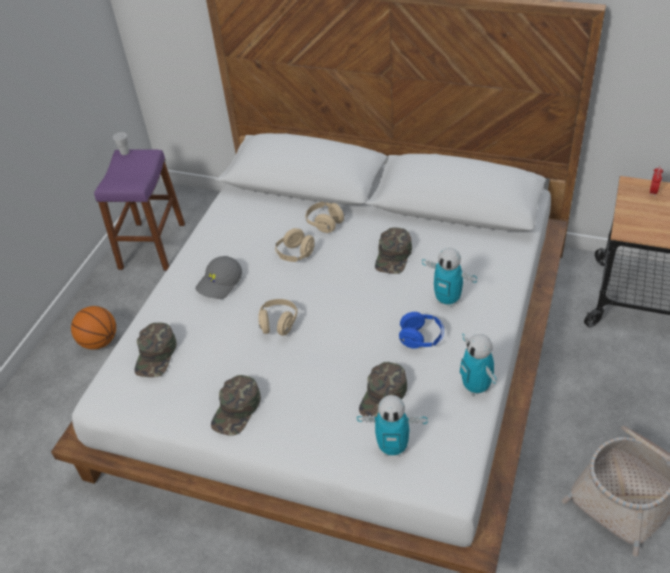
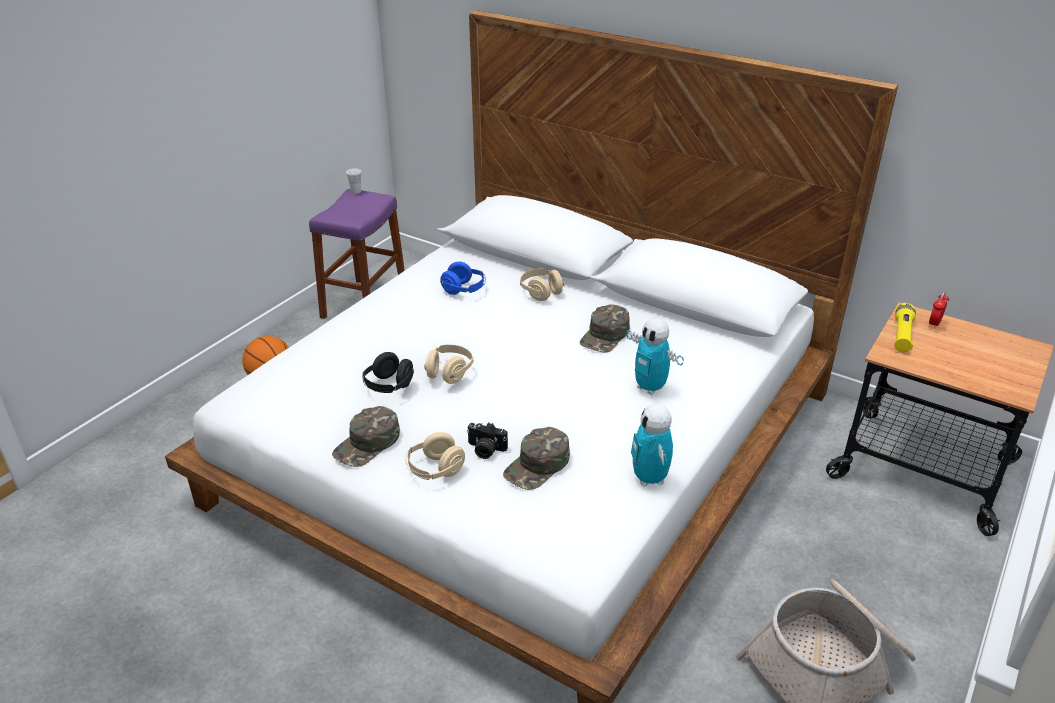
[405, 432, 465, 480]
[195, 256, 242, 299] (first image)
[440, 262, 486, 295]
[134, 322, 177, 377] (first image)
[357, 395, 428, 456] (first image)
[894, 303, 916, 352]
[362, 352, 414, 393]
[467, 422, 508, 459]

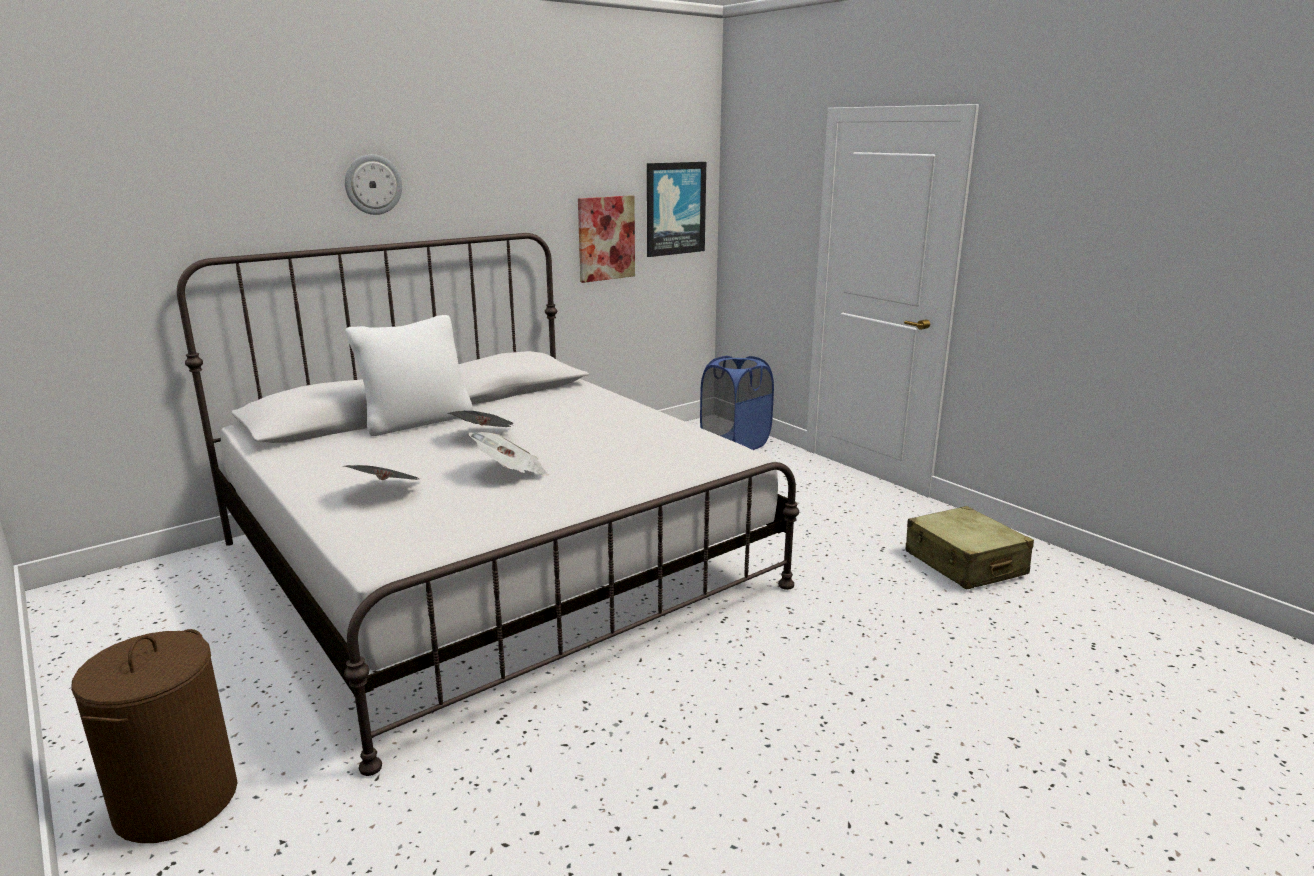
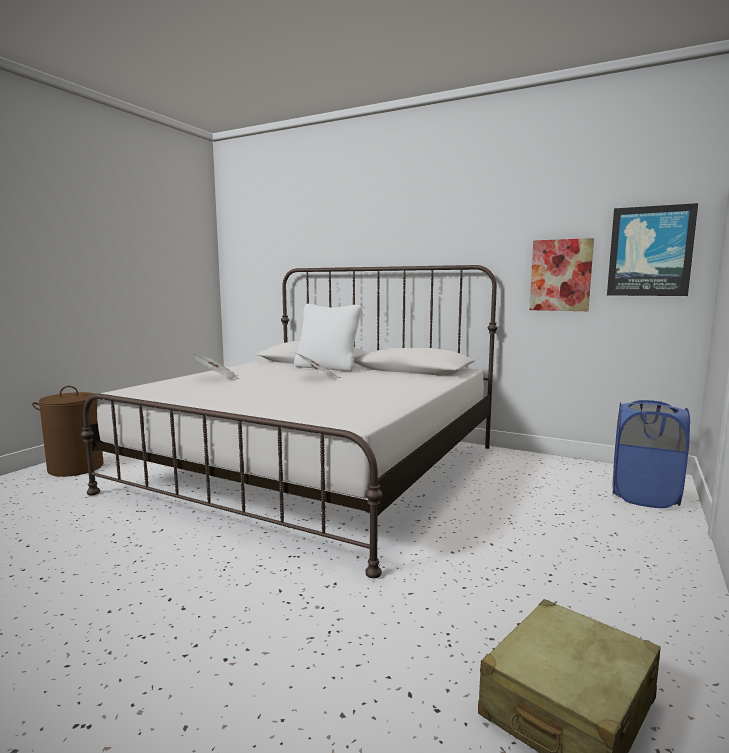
[345, 154, 402, 215] (first image)
[468, 432, 548, 476] (first image)

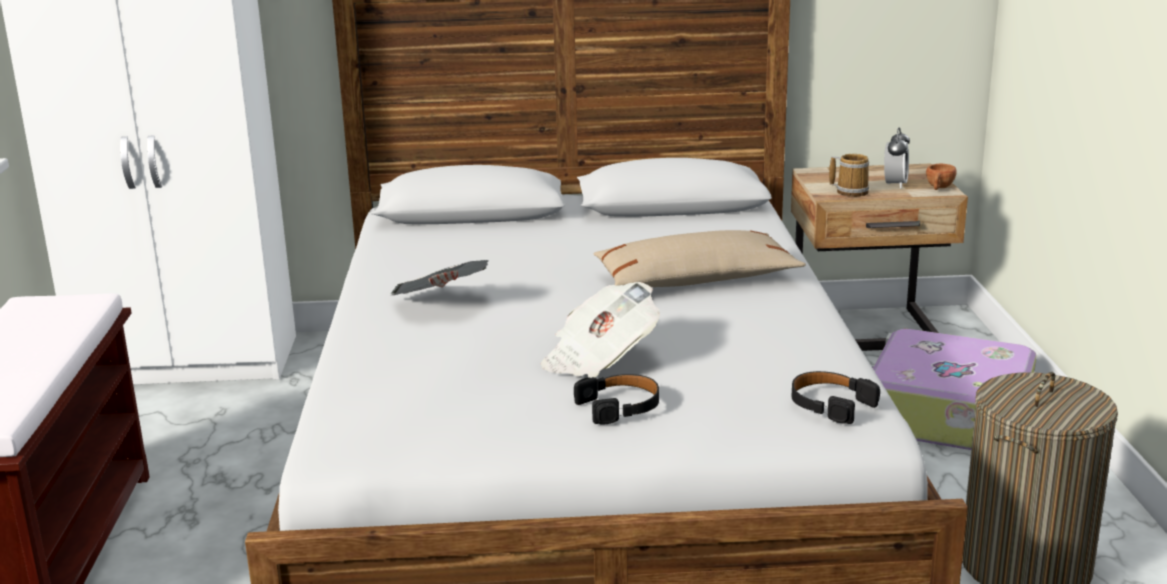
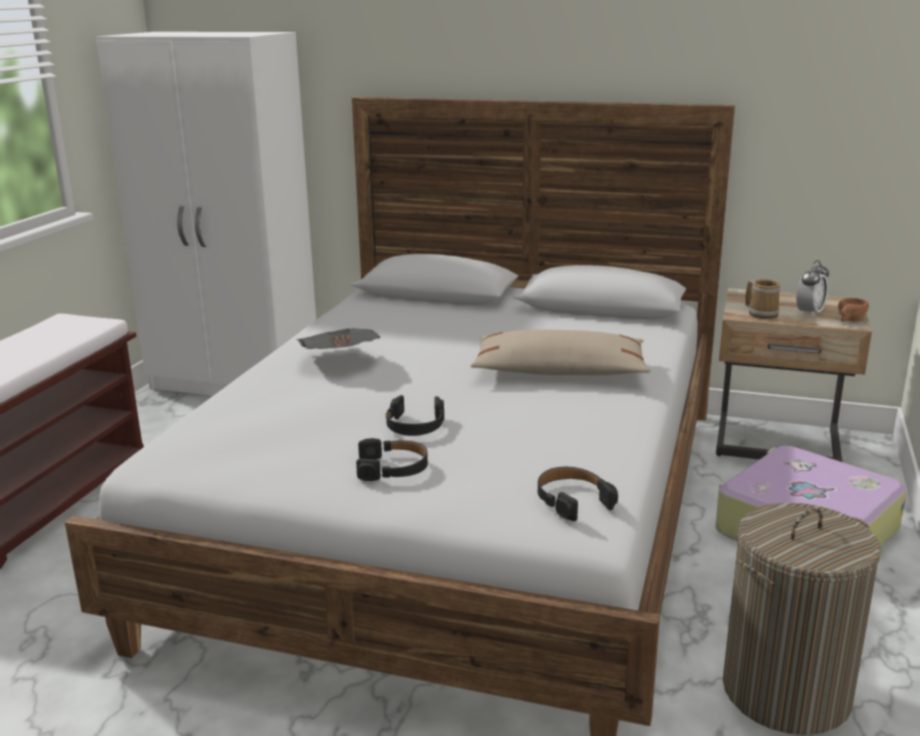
[386, 395, 444, 436]

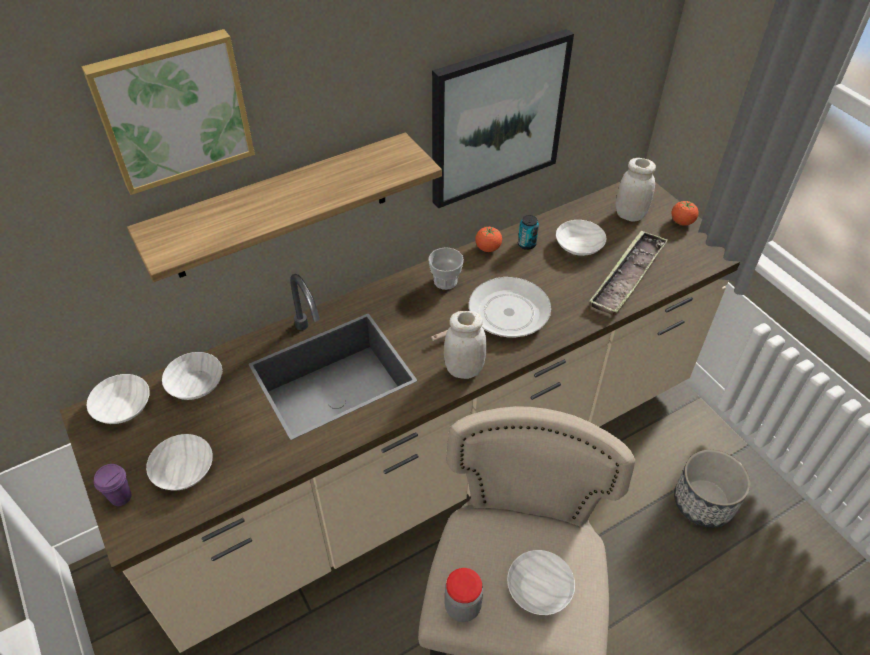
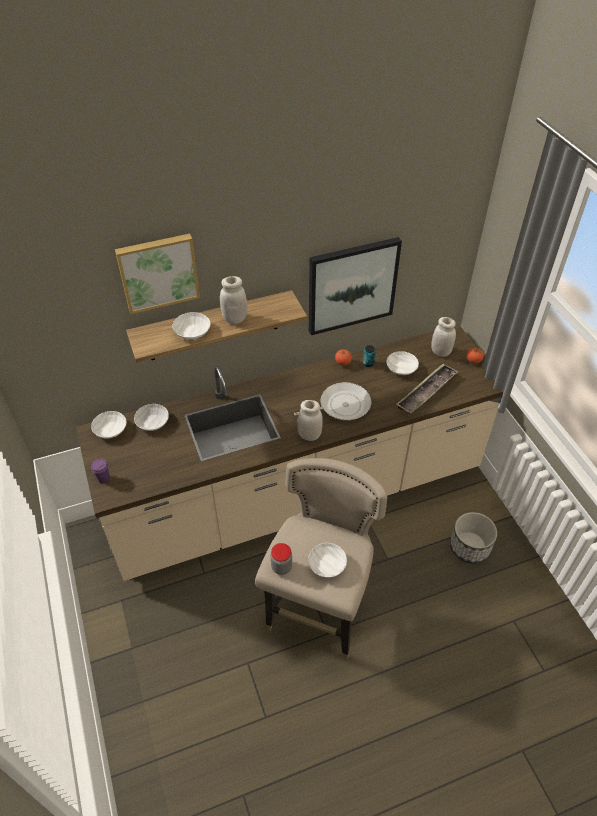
[428, 247, 464, 290] (first image)
[172, 312, 211, 339]
[220, 276, 247, 324]

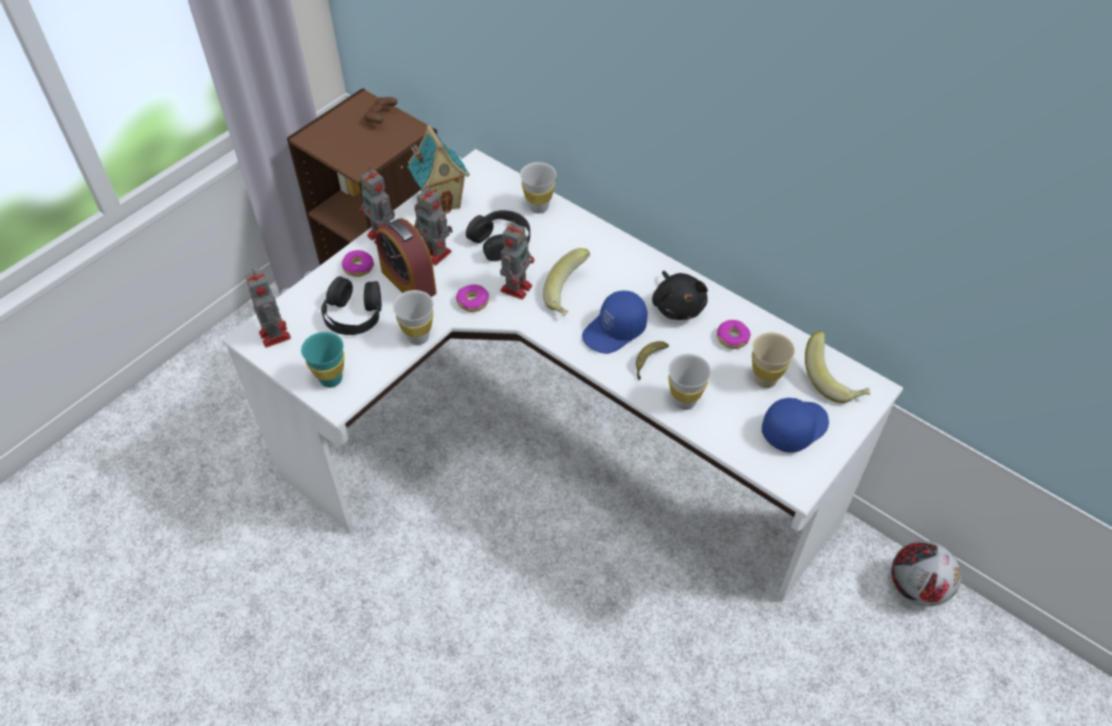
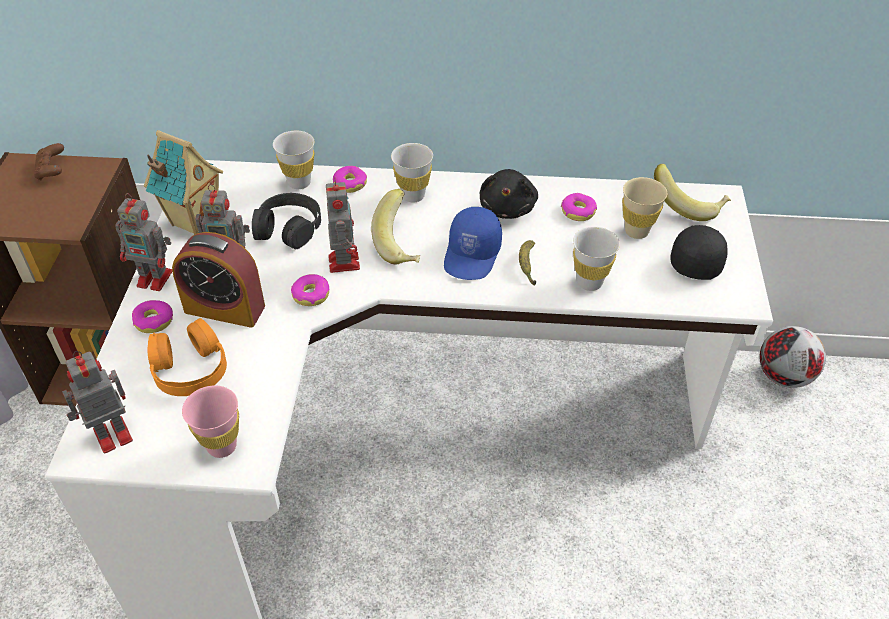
[62, 351, 133, 454]
[480, 169, 538, 219]
[148, 318, 227, 396]
[391, 143, 433, 202]
[182, 386, 239, 458]
[670, 225, 728, 280]
[333, 166, 367, 193]

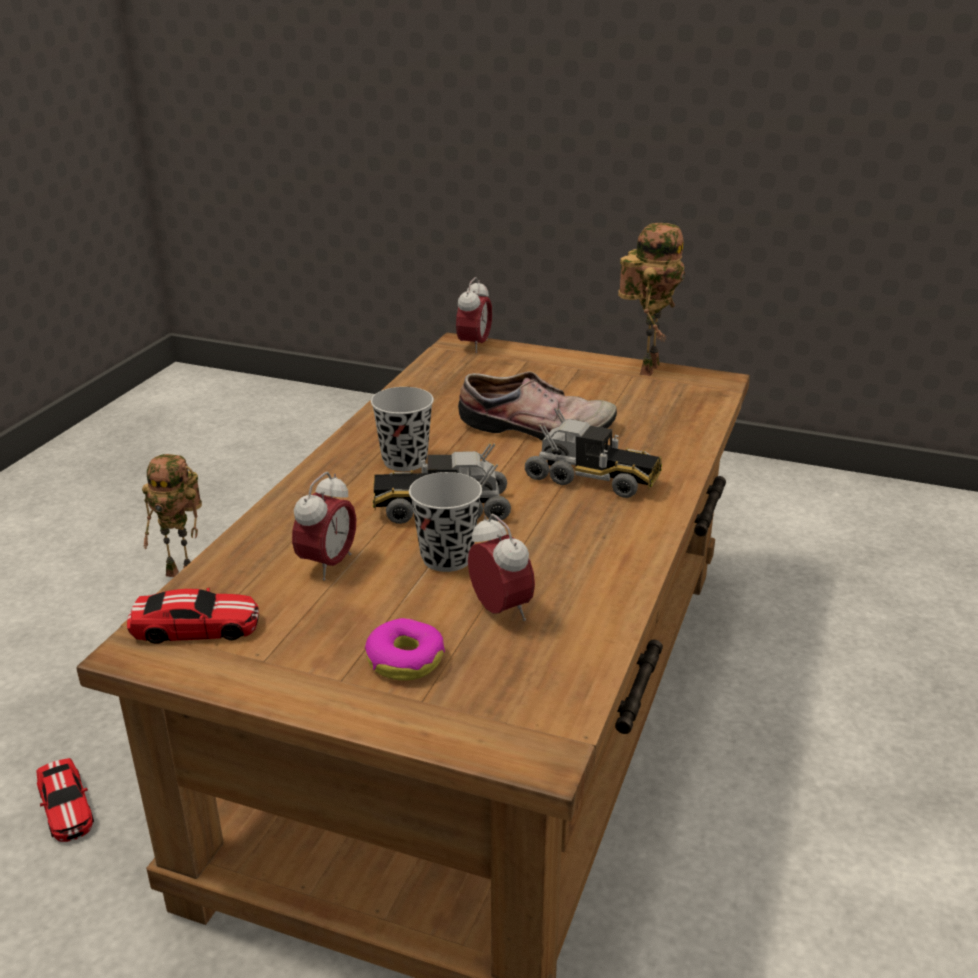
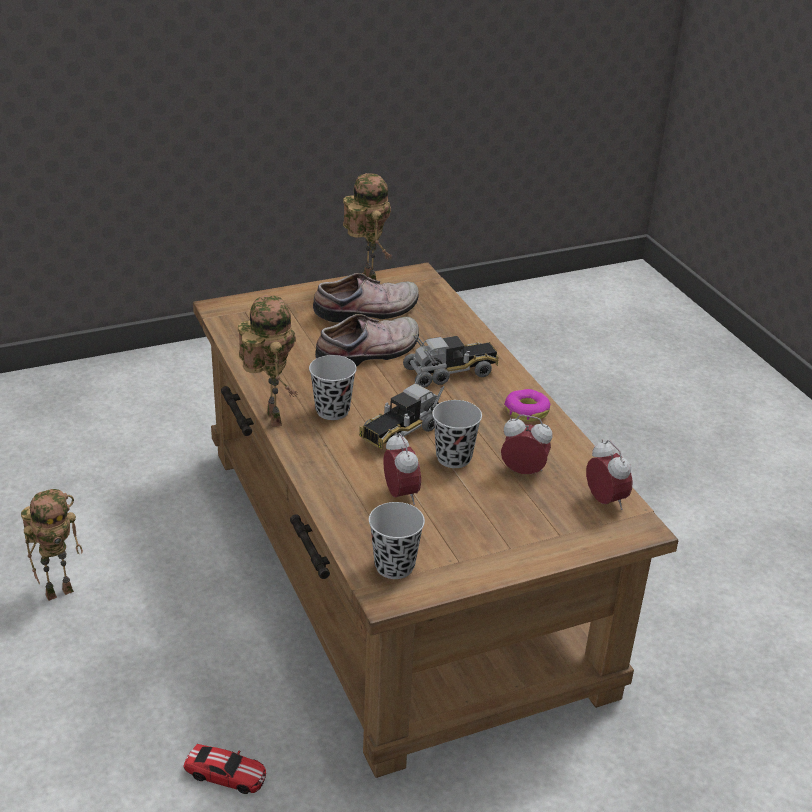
[586, 440, 632, 510]
[369, 502, 425, 579]
[504, 389, 550, 422]
[313, 273, 419, 323]
[238, 295, 298, 427]

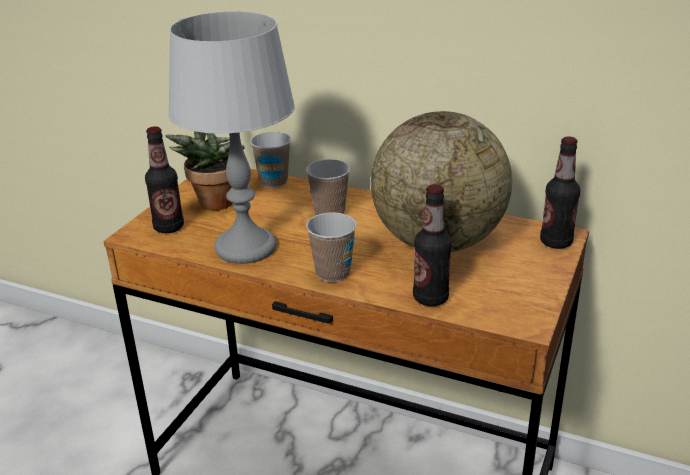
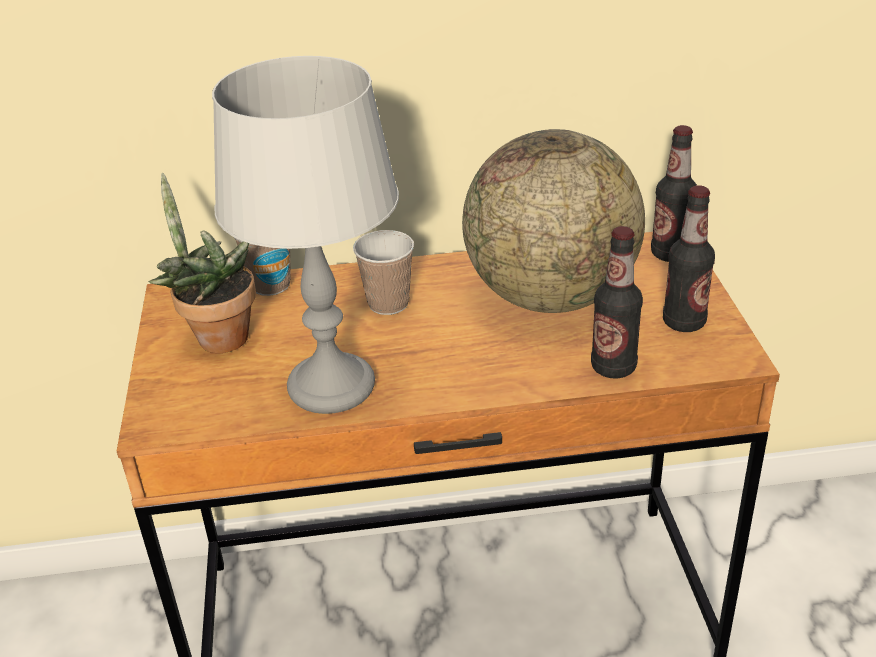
[663, 185, 715, 332]
[306, 212, 357, 282] (first image)

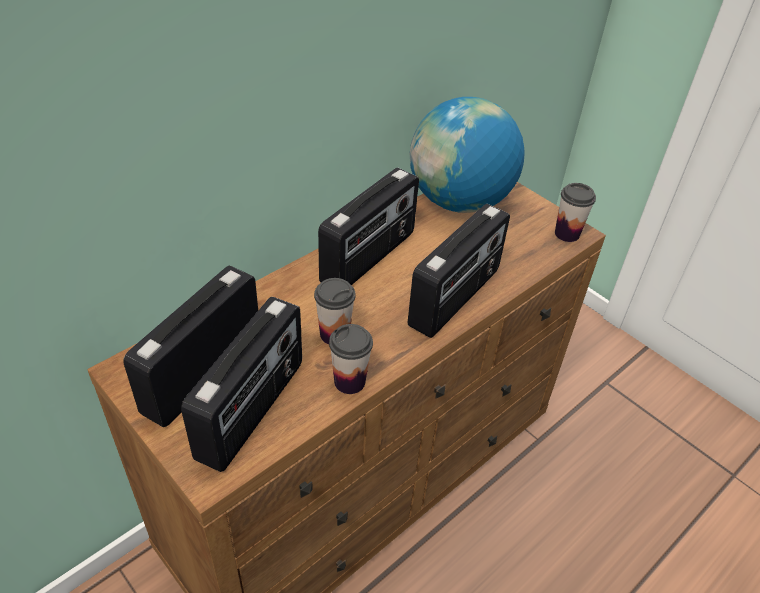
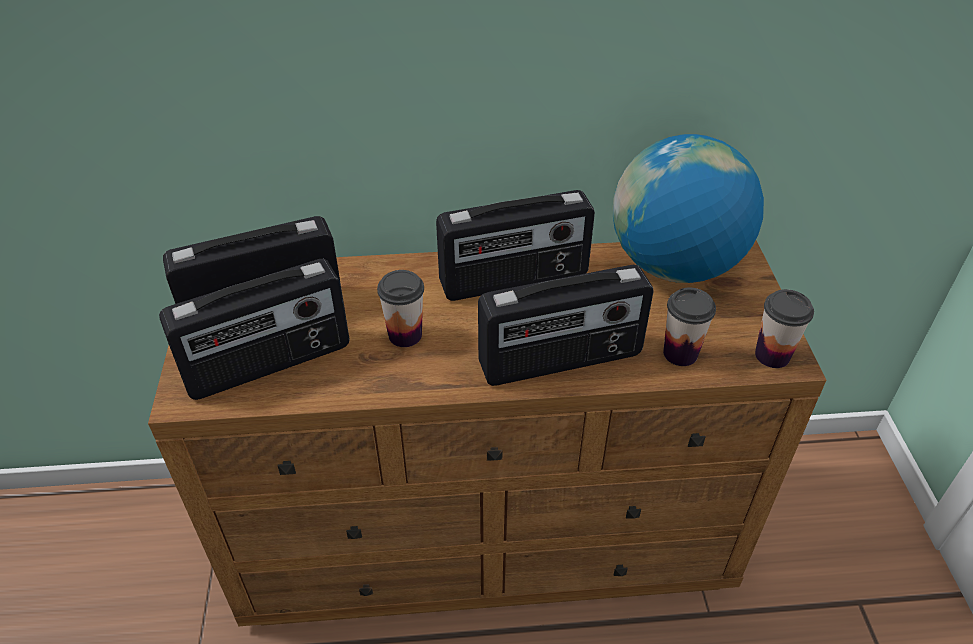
[663, 287, 716, 366]

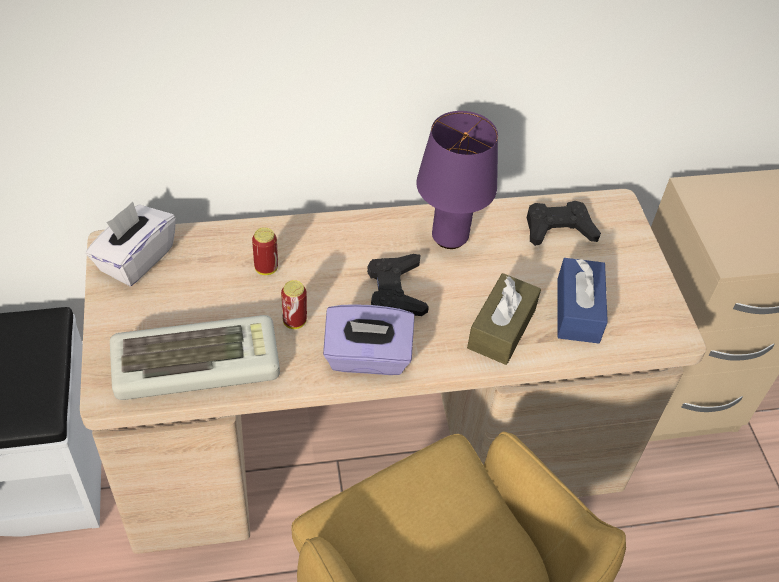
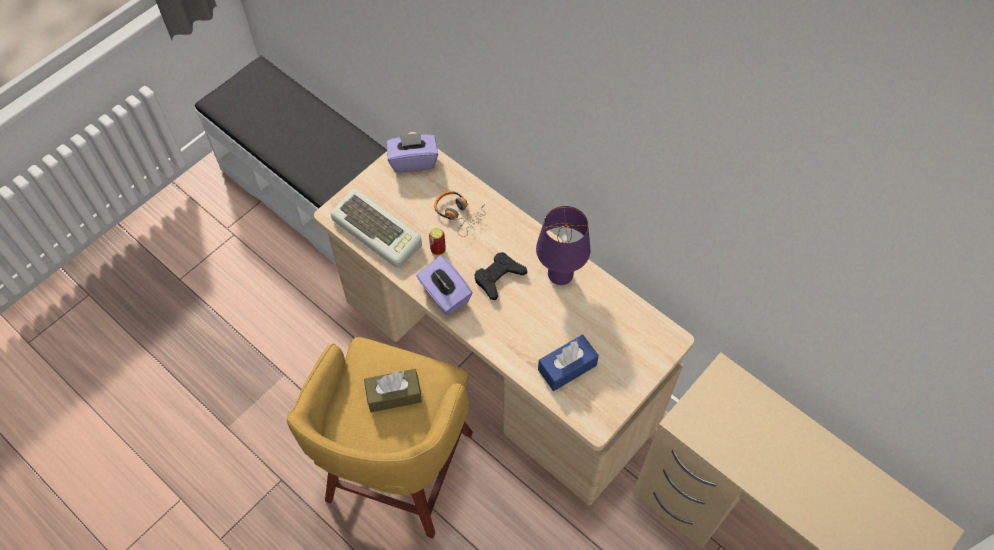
[527, 201, 601, 246] (first image)
[386, 133, 438, 173]
[434, 191, 486, 237]
[364, 369, 422, 412]

